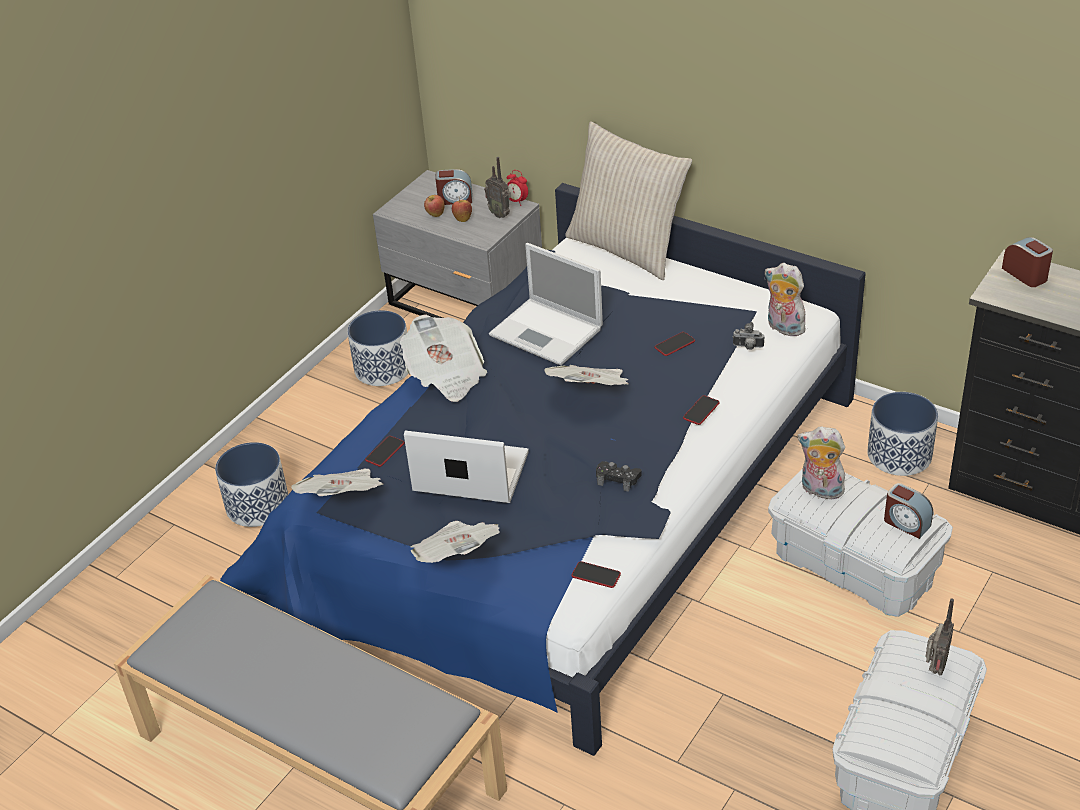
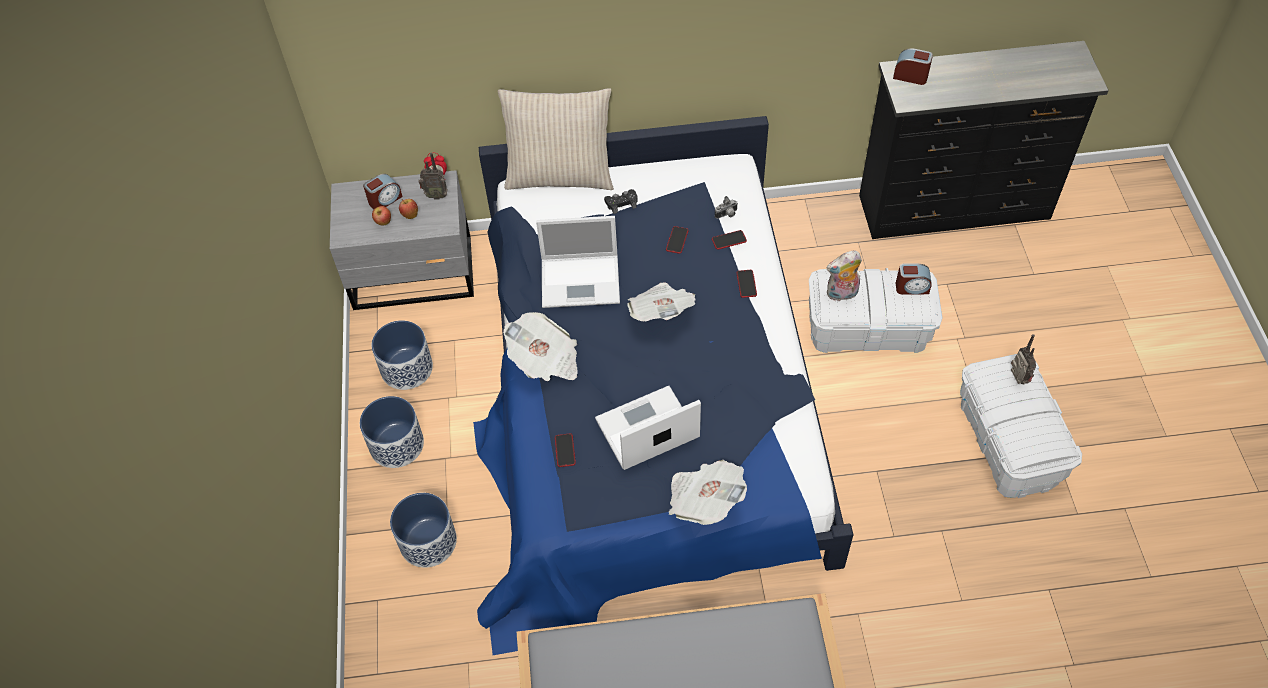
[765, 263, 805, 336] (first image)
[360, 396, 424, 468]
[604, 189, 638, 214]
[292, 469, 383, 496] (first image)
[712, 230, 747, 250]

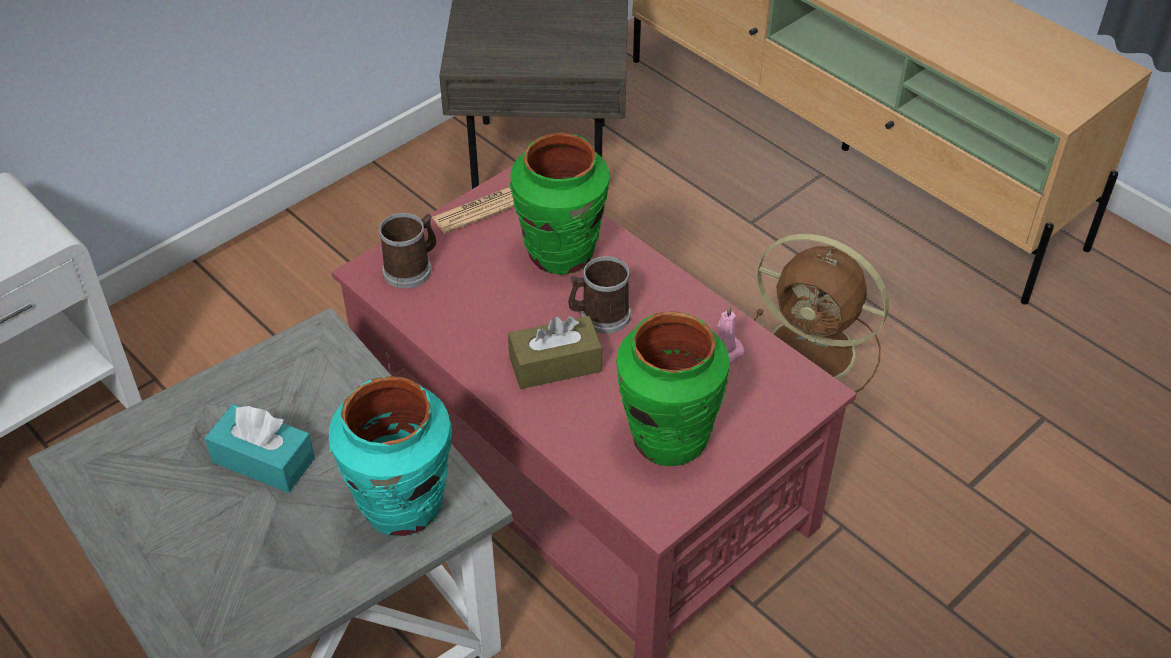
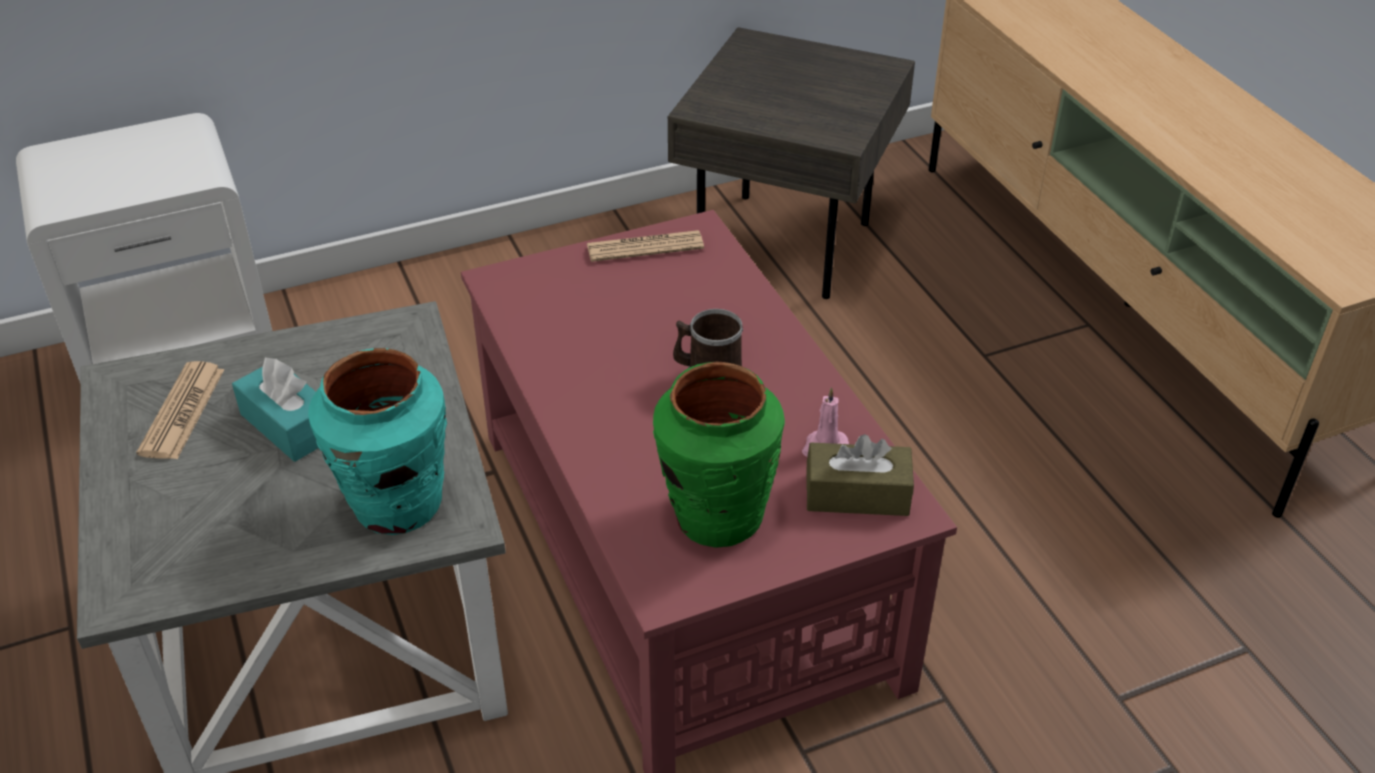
[509, 133, 610, 275] (first image)
[379, 213, 436, 288] (first image)
[754, 234, 889, 393] (first image)
[806, 434, 914, 516]
[136, 361, 224, 459]

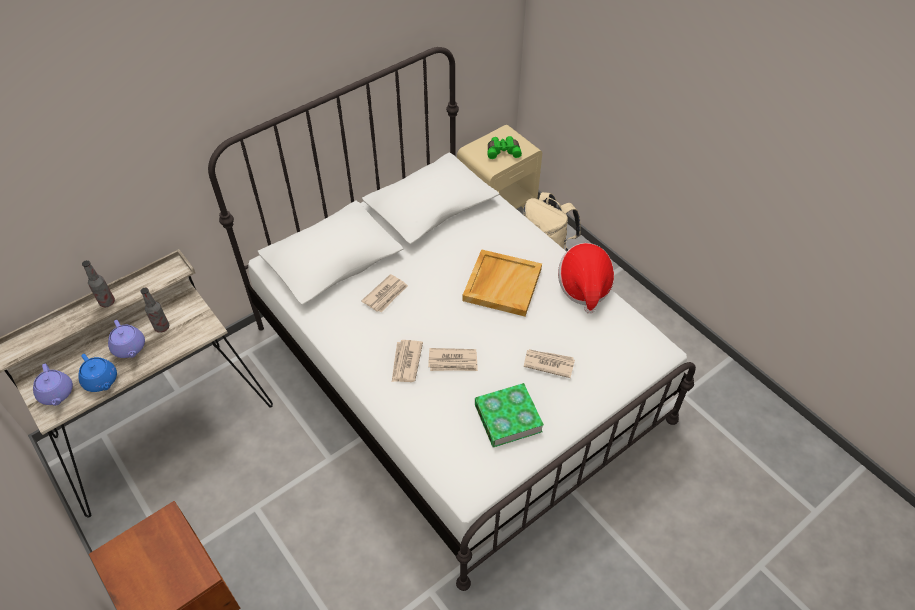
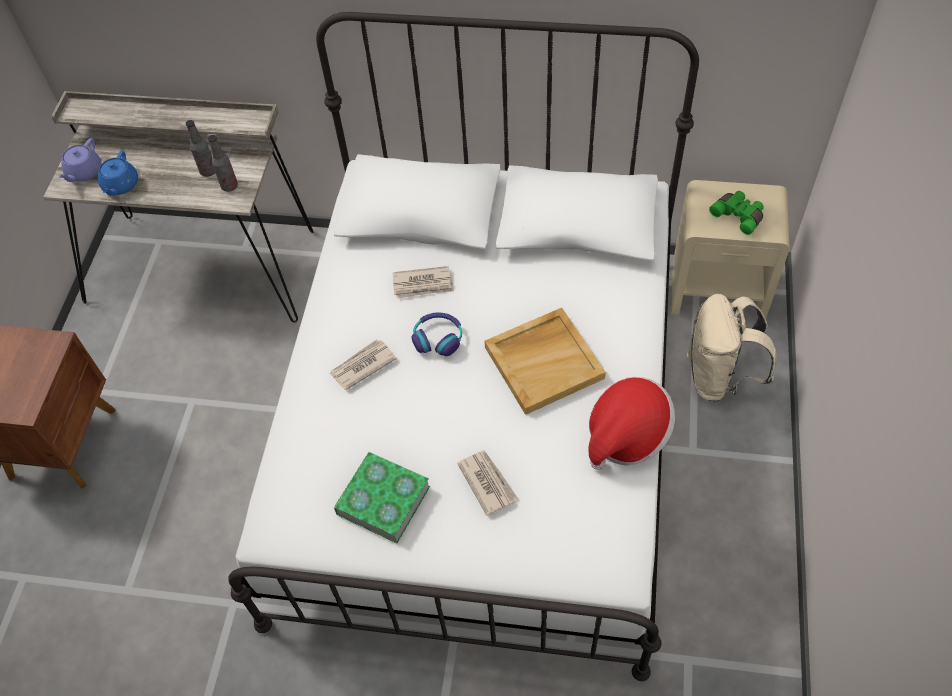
[208, 135, 238, 192]
[108, 320, 145, 358] (first image)
[428, 348, 478, 371] (first image)
[411, 312, 462, 356]

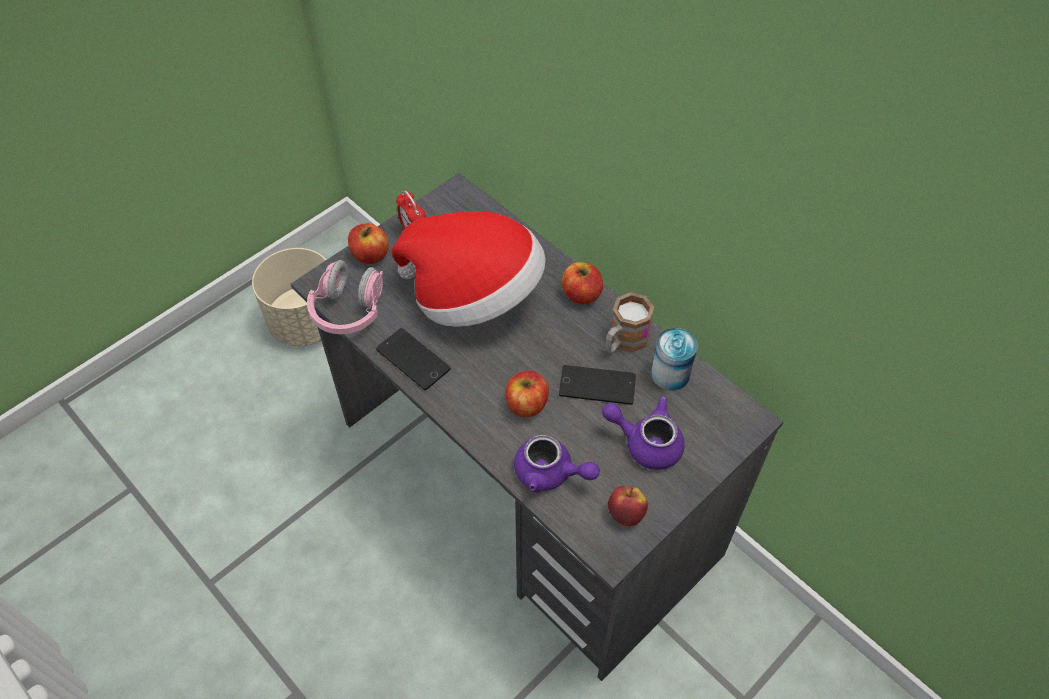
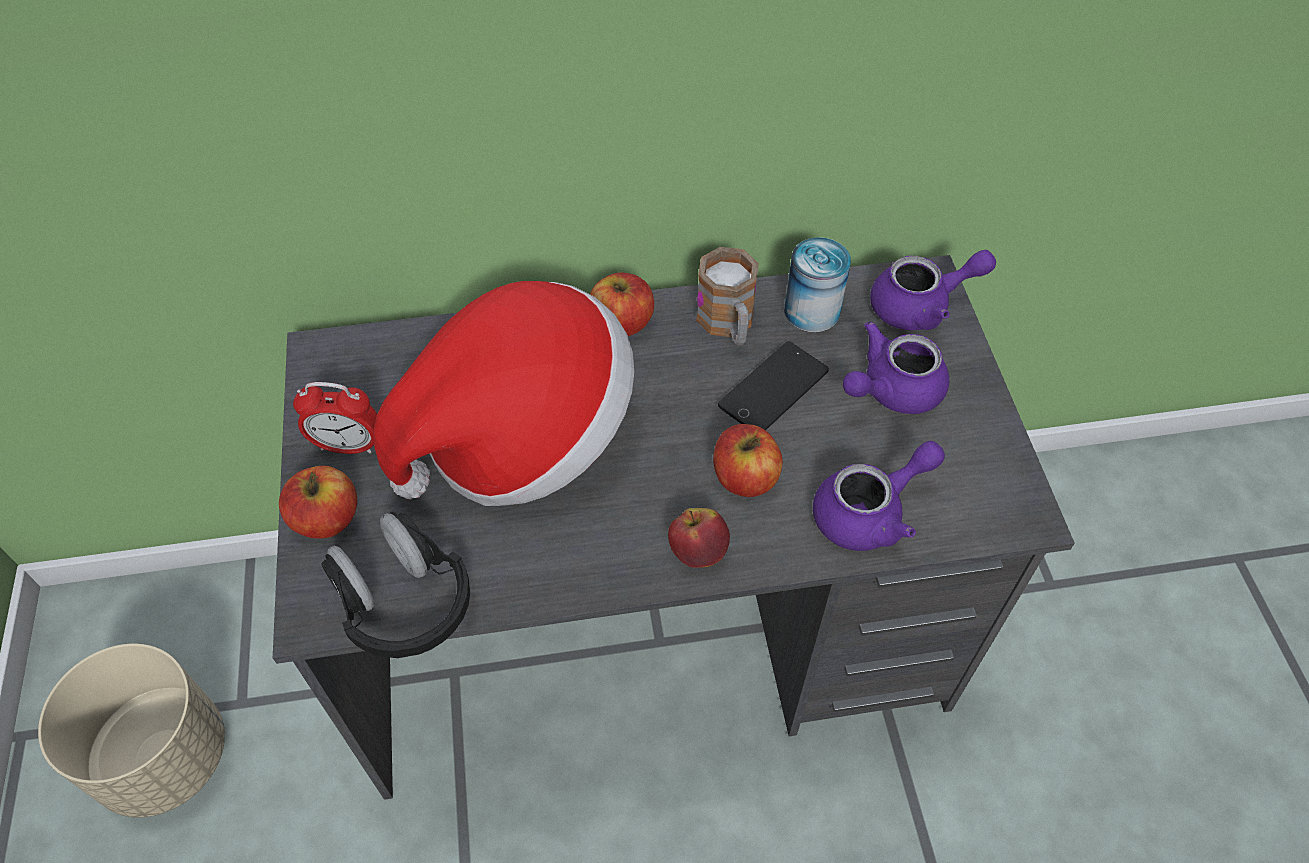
[322, 512, 470, 658]
[376, 328, 450, 390] (first image)
[668, 508, 730, 568]
[870, 250, 996, 331]

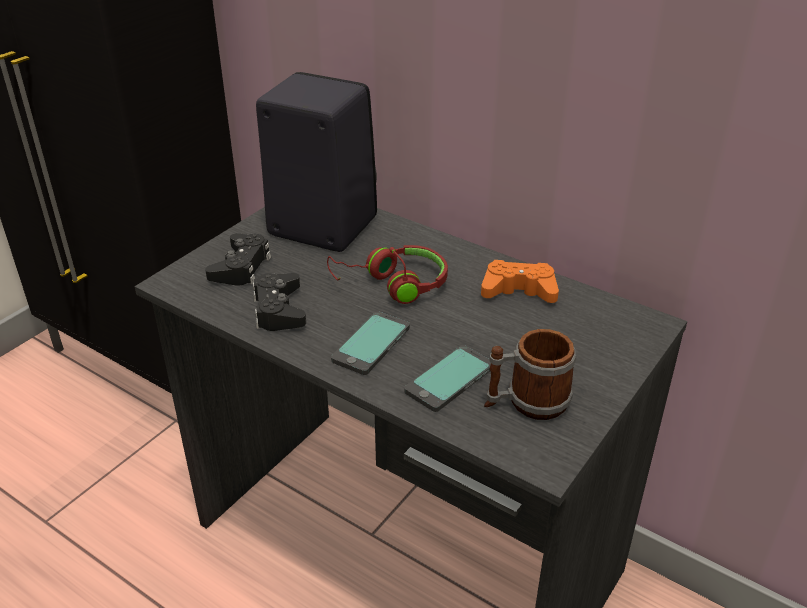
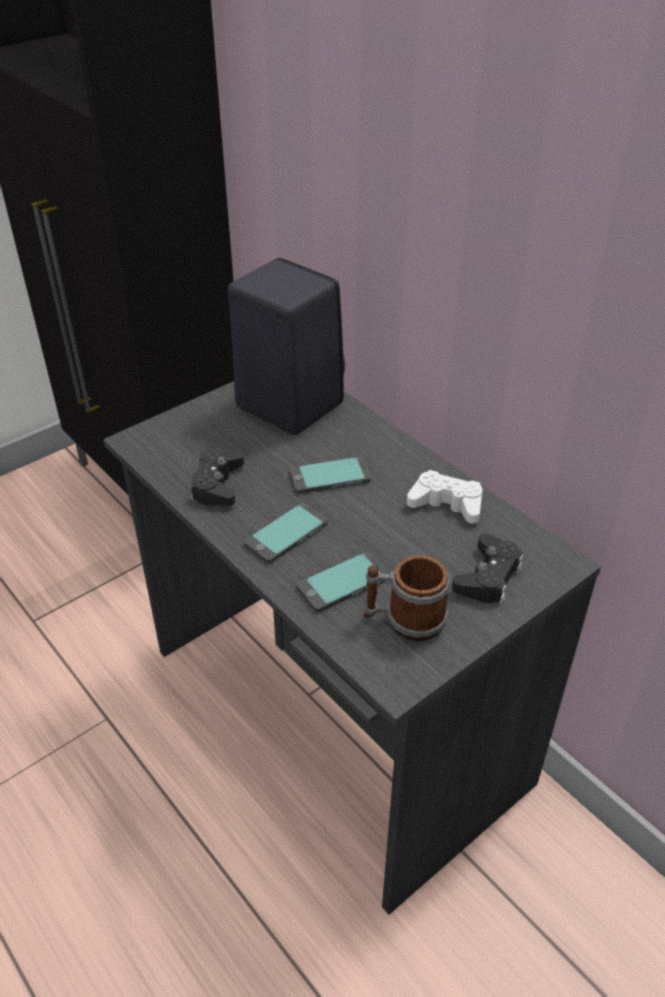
[452, 534, 523, 604]
[289, 456, 371, 494]
[407, 470, 483, 524]

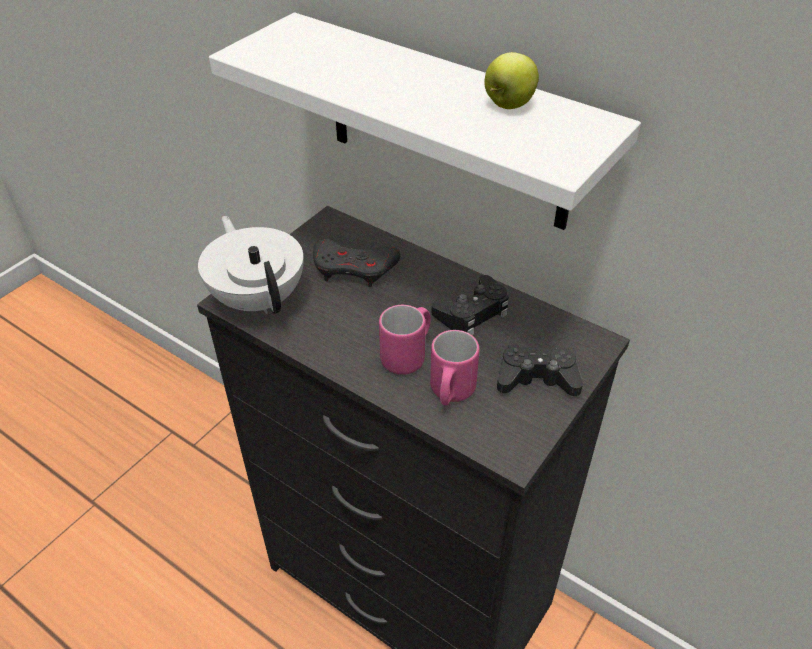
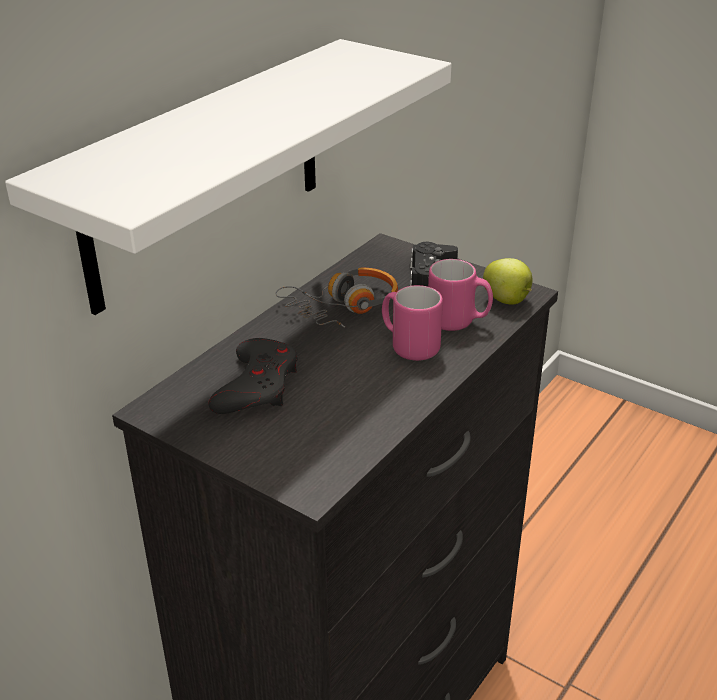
[483, 258, 532, 304]
[198, 216, 304, 314] (first image)
[275, 268, 398, 328]

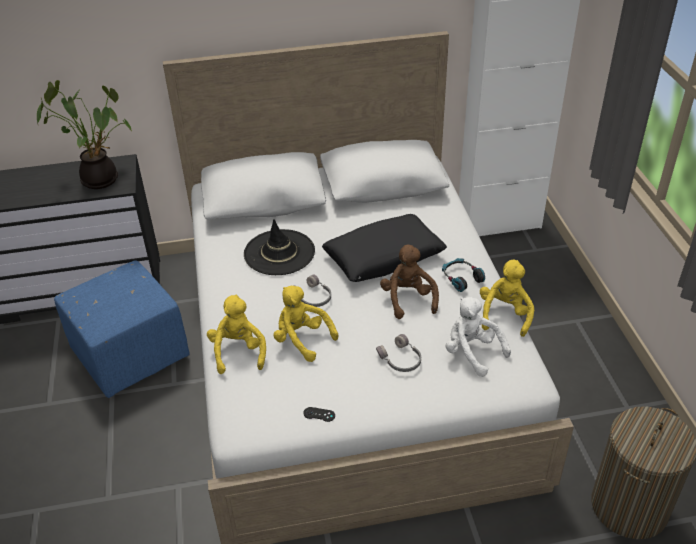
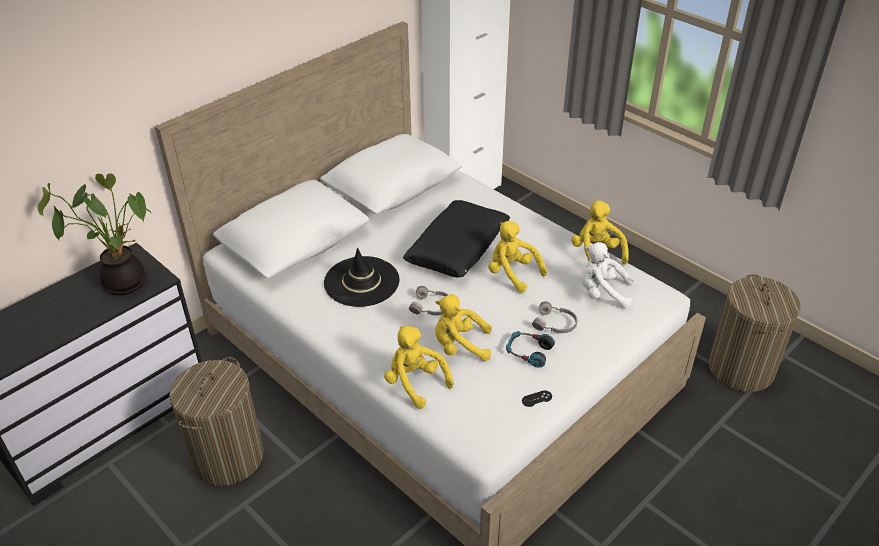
[488, 221, 547, 293]
[506, 331, 555, 367]
[169, 357, 264, 486]

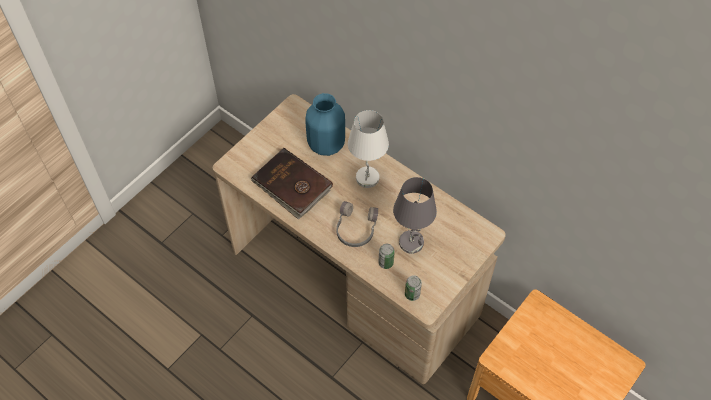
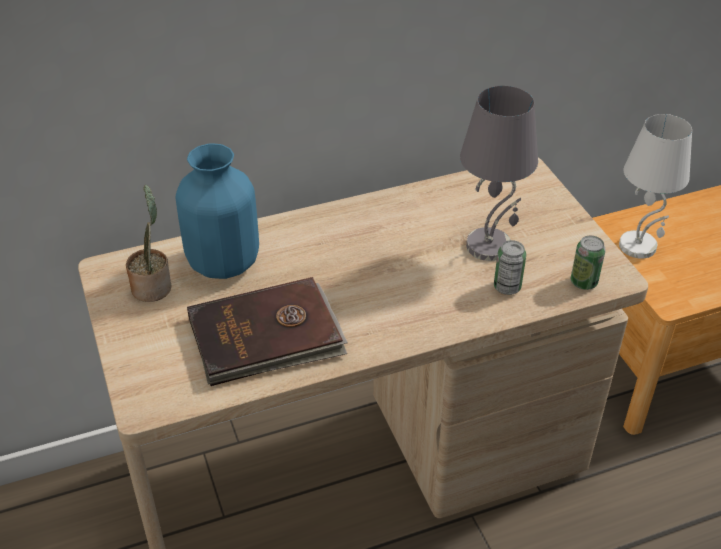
[619, 114, 692, 259]
[336, 201, 378, 247] (first image)
[126, 185, 172, 302]

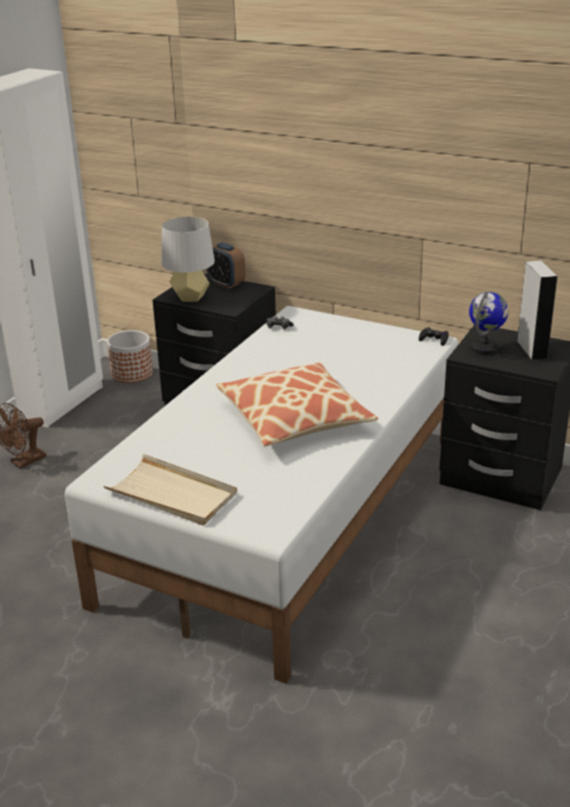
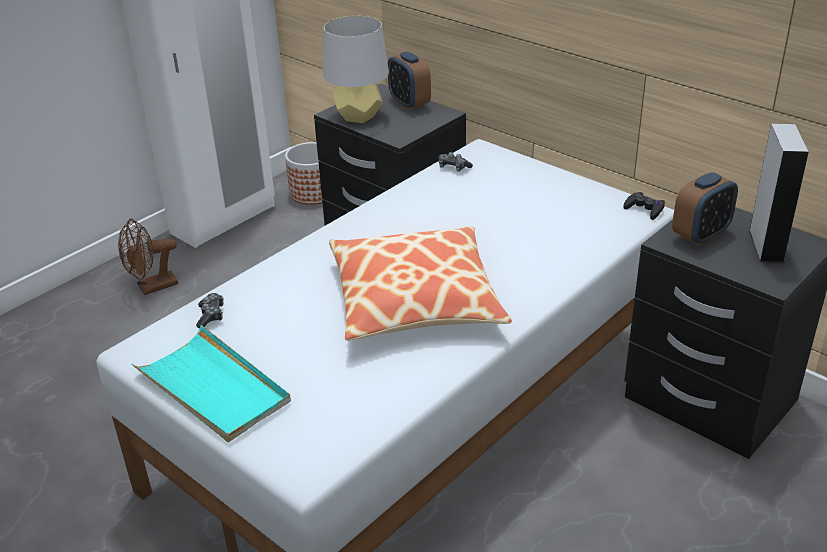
[672, 172, 738, 246]
[132, 325, 291, 442]
[196, 293, 224, 328]

